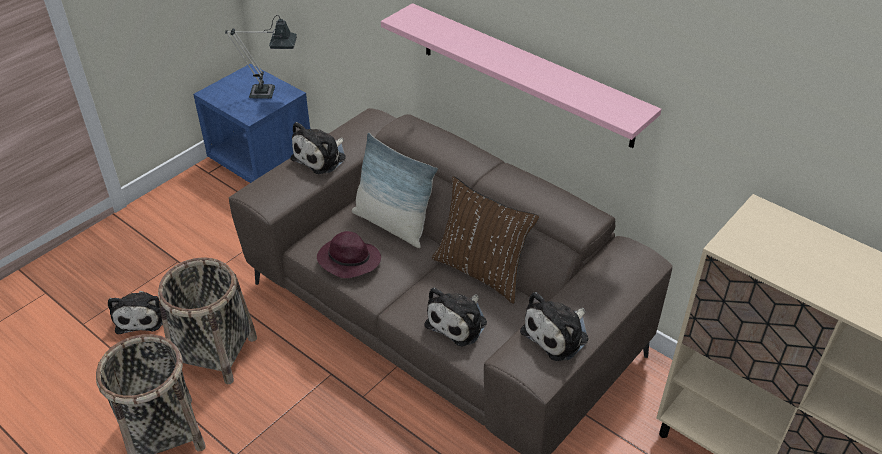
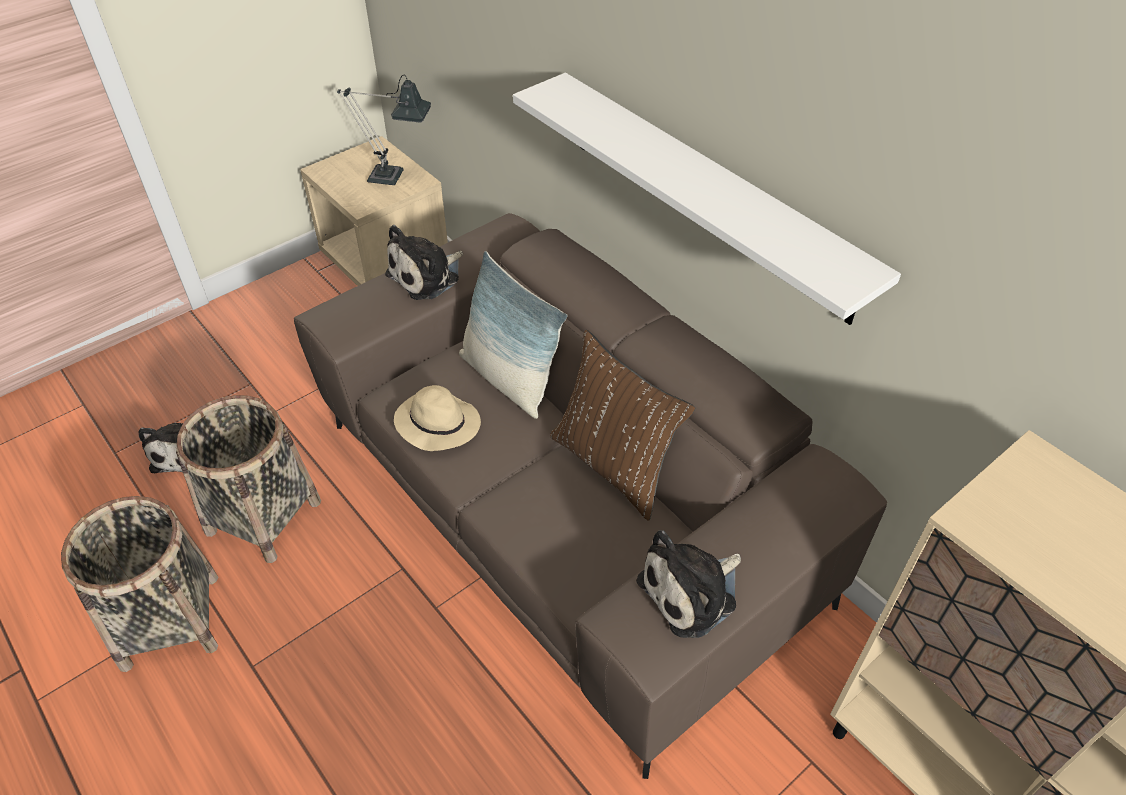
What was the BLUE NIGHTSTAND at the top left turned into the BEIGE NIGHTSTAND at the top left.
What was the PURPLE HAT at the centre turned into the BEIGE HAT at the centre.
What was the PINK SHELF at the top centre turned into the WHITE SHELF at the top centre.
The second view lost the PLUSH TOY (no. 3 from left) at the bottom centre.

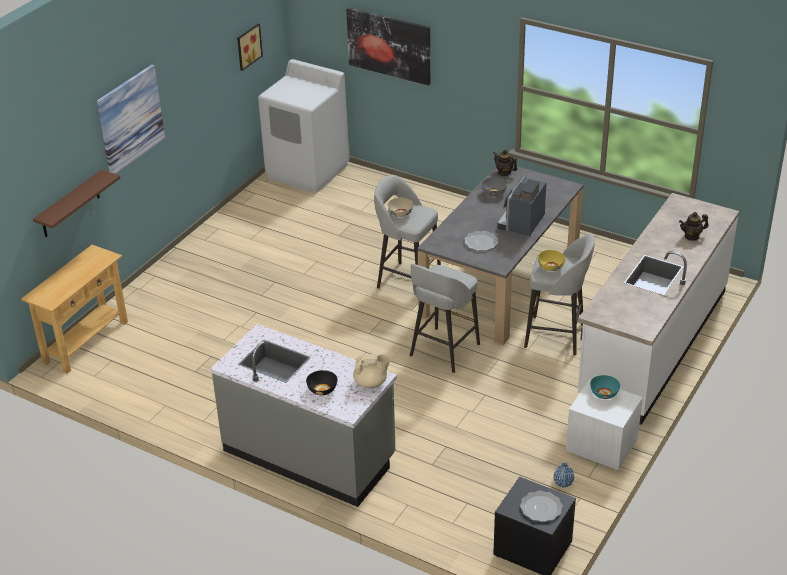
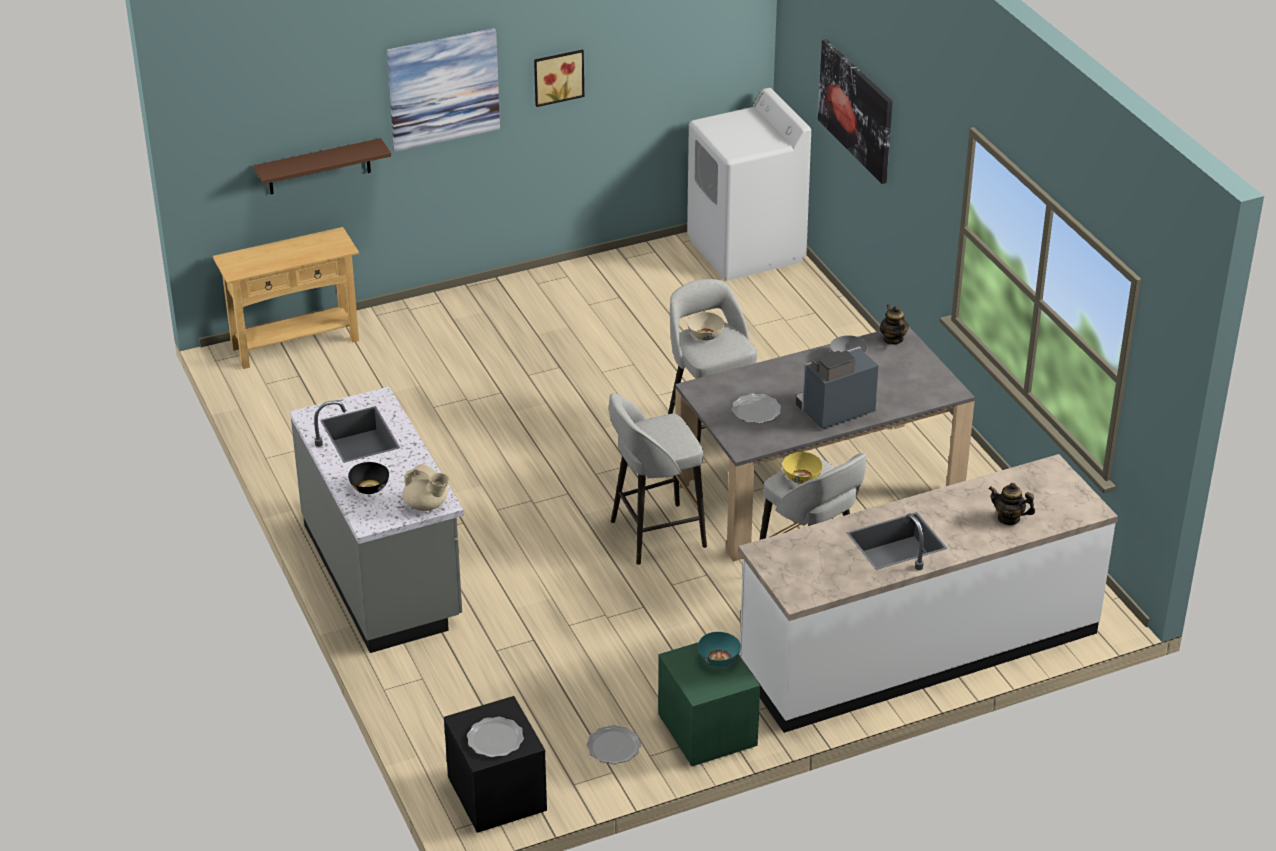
The PICTURE (no. 2 from left) ended up elsewhere, having gone from the top left to the top centre.
Where the BLUE VASE stood at the bottom right, the PLATE (no. 2 from left) came to stand at the bottom centre.
What was the WHITE NIGHTSTAND at the bottom right turned into the GREEN NIGHTSTAND at the bottom centre.

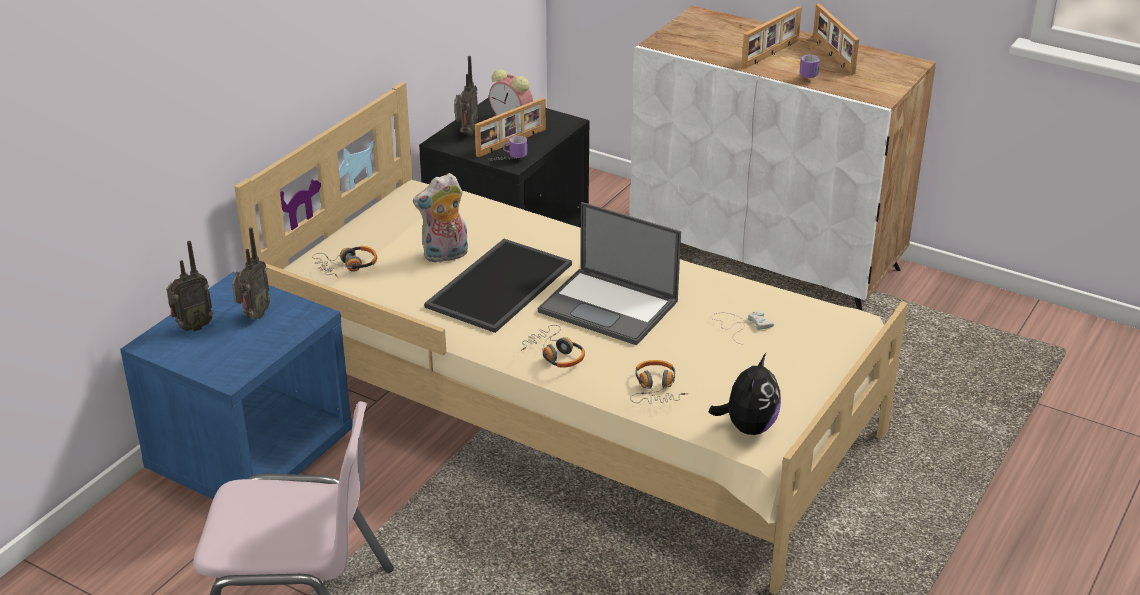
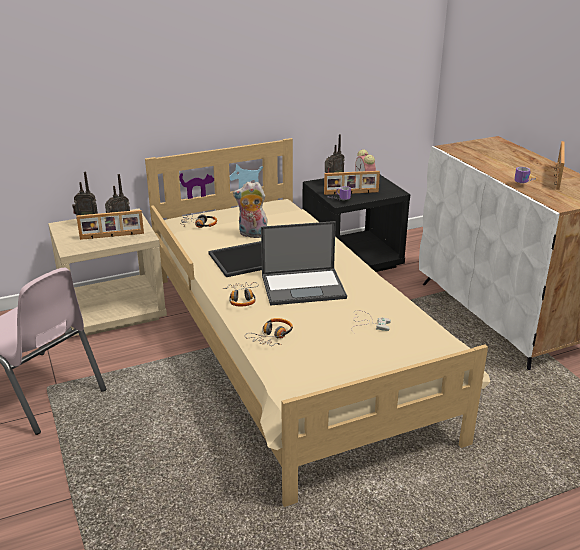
What was the BLUE NIGHTSTAND at the middle left turned into the BEIGE NIGHTSTAND at the middle left.
The PICTURE FRAME (no. 2 from left in the first image) ended up elsewhere, having gone from the top right to the middle left.
The LAPTOP at the centre ended up facing another way, 75 degrees counterclockwise from before.
The second view lost the PLUSH TOY (no. 2 from left) at the centre.

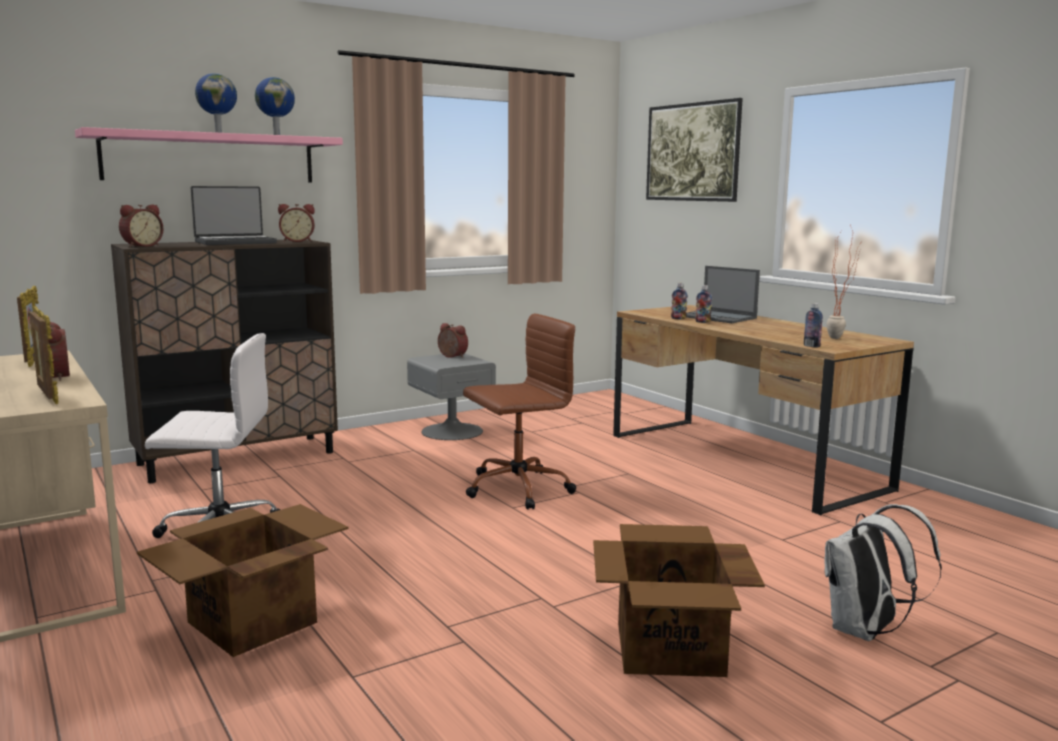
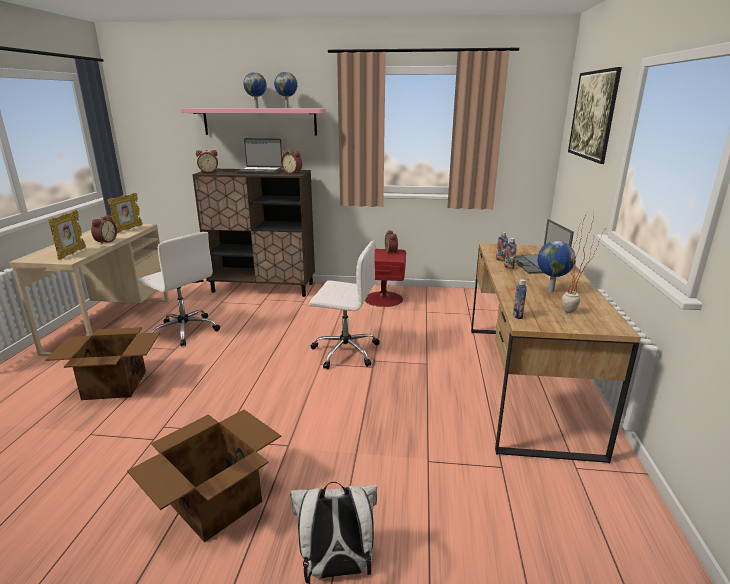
What was the BROWN OFFICE CHAIR at the centre turned into the WHITE OFFICE CHAIR (no. 2 from left) at the centre.
What was the GREY NIGHTSTAND at the centre turned into the RED NIGHTSTAND at the centre.
The second view gained the GLOBE (no. 3 from left) at the middle right.

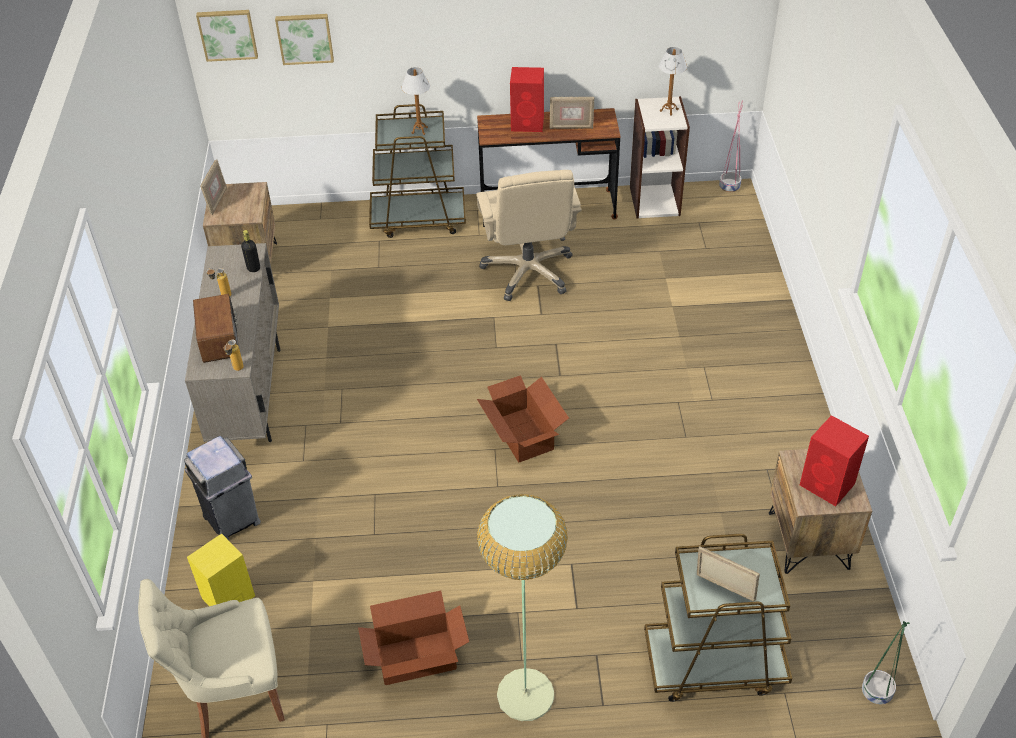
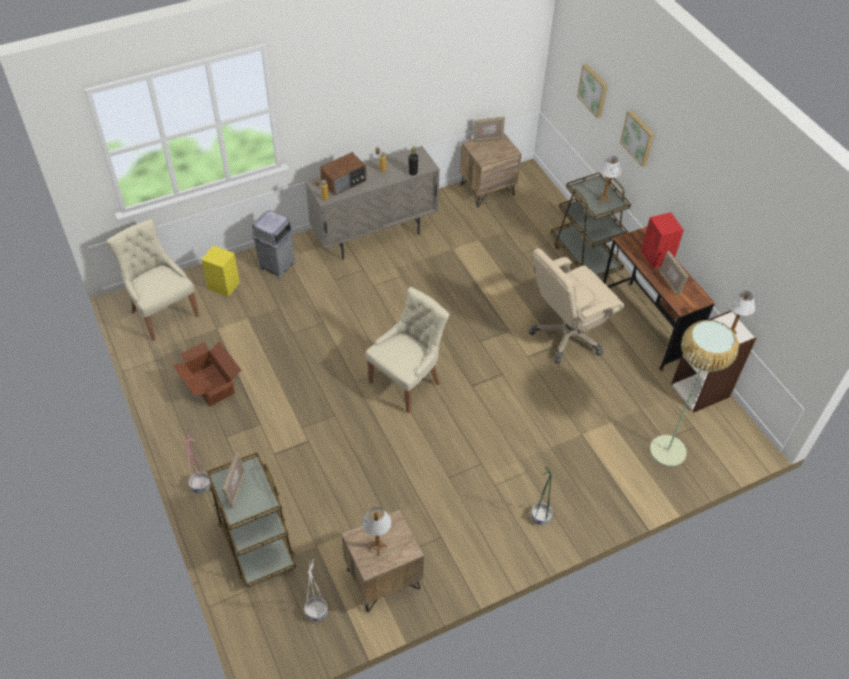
The PINK PLANTER ended up elsewhere, having gone from the top right to the bottom left.
The second view gained the WHITE PLANTER at the bottom centre.
Where the RED SPEAKER (no. 2 from left) stood at the middle right, the TABLE LAMP (no. 1 from left) came to stand at the bottom centre.
Where the CARDBOARD BOX (no. 2 from left) stood at the centre, the BEIGE CHAIR (no. 2 from left) came to stand at the centre.
The GREEN PLANTER ended up elsewhere, having gone from the bottom right to the bottom centre.
The PICTURE (no. 1 from left in the first image) ended up elsewhere, having gone from the top left to the top right.
The FLOOR LAMP ended up elsewhere, having gone from the bottom centre to the middle right.

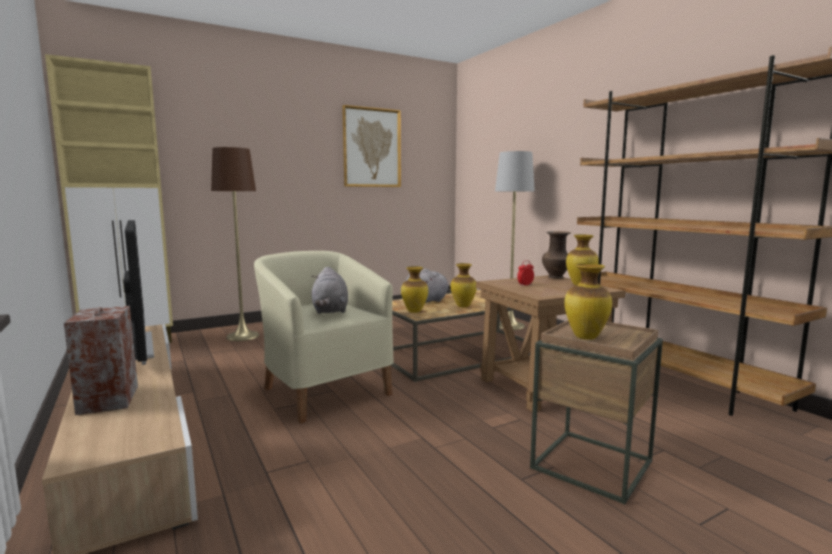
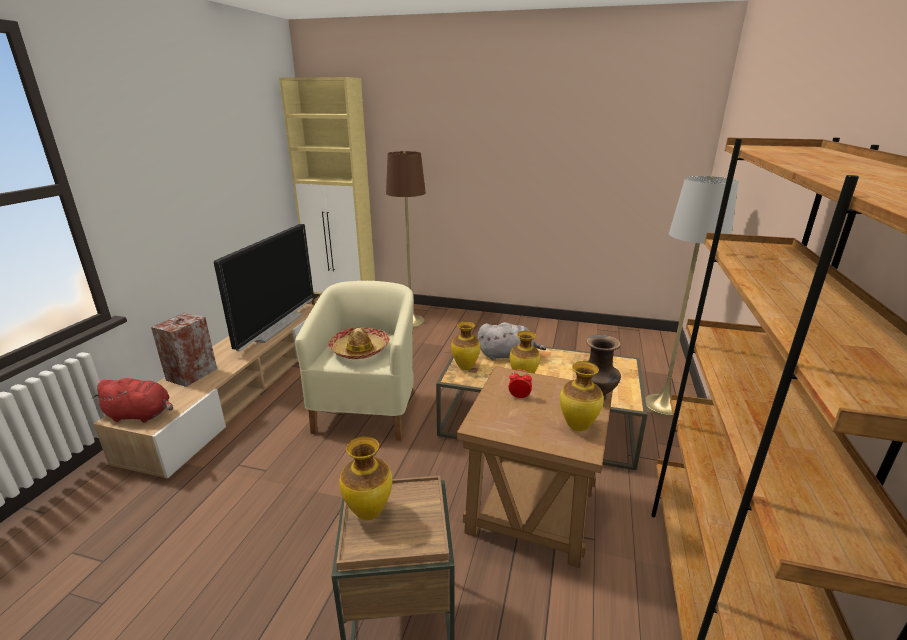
The second view gained the RED PLUSH TOY at the middle left.
Where the GREY PLUSH TOY (no. 1 from left) stood at the centre, the HAT came to stand at the centre.
The second view lost the PICTURE at the top centre.

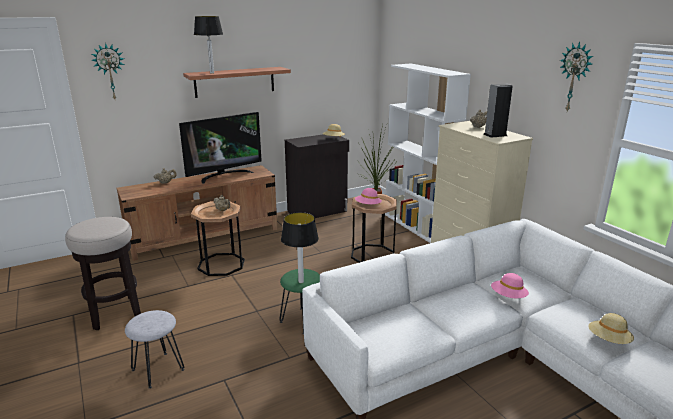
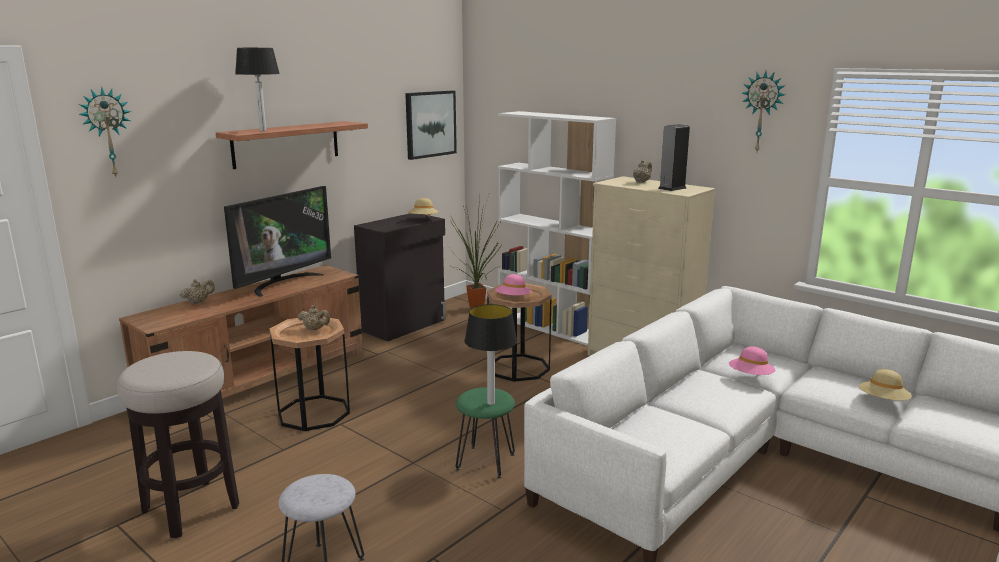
The second view gained the PICTURE at the top centre.

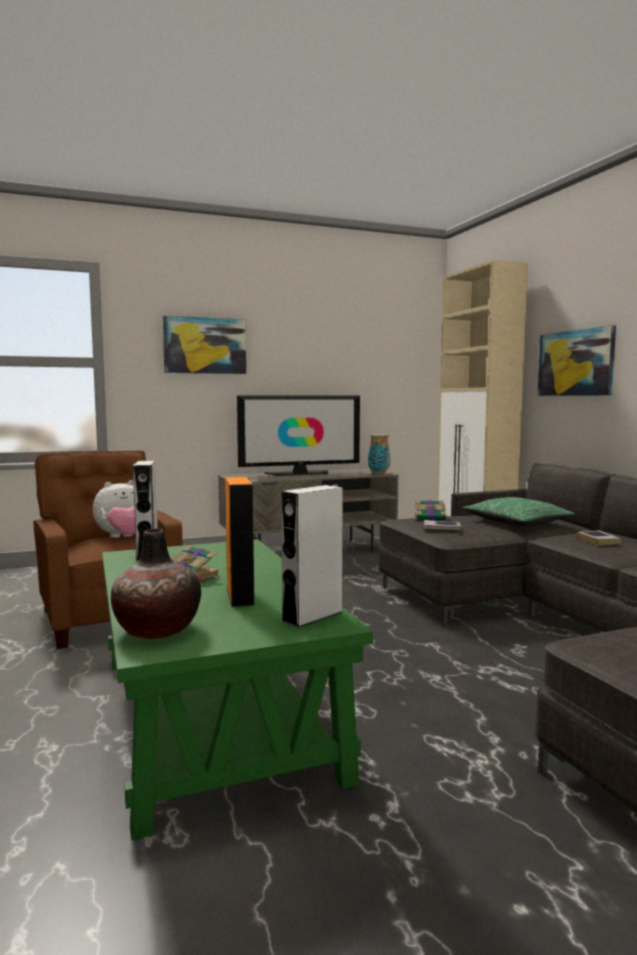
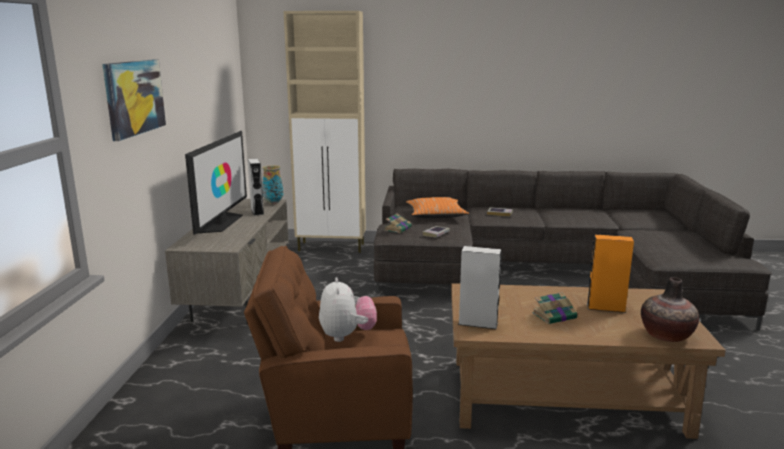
The GREY SPEAKER (no. 2 from left in the first image) ended up elsewhere, having gone from the centre to the middle left.
What was the GREEN PILLOW at the middle right turned into the ORANGE PILLOW at the centre.
What was the GREEN COFFEE TABLE at the bottom centre turned into the BROWN COFFEE TABLE at the bottom right.
The second view lost the PICTURE (no. 2 from left) at the middle right.

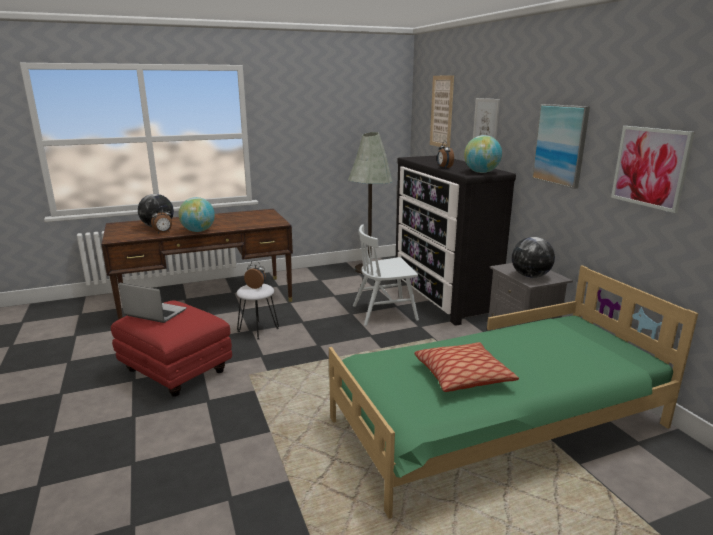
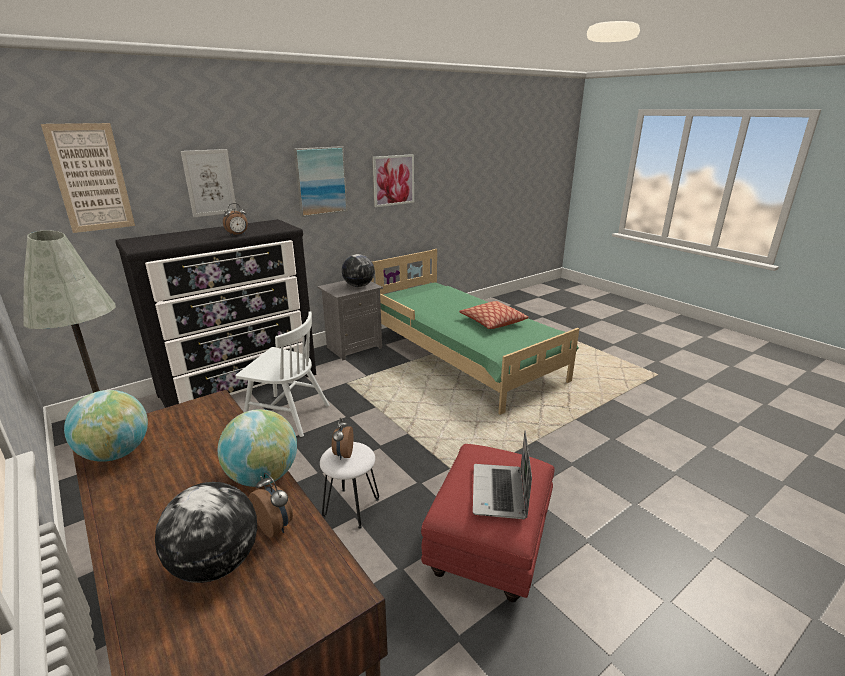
The GLOBE (no. 3 from left in the first image) ended up elsewhere, having gone from the top right to the middle left.
The WHITE CHAIR at the centre ended up facing another way, 45 degrees counterclockwise from before.

